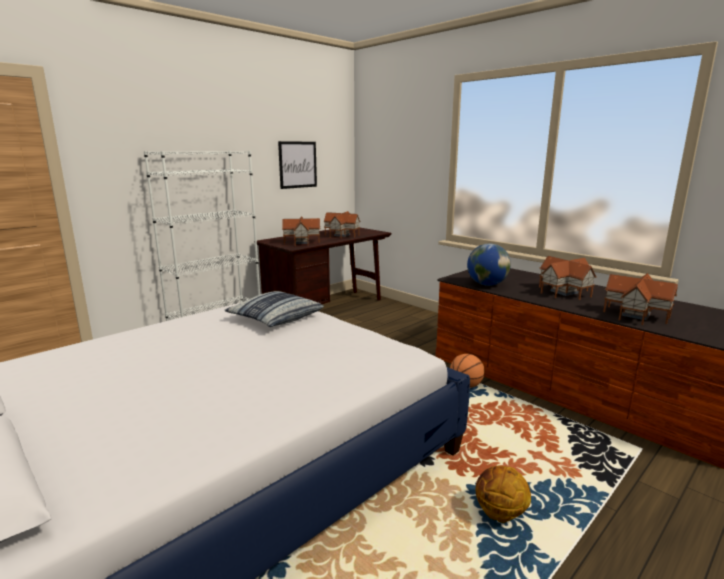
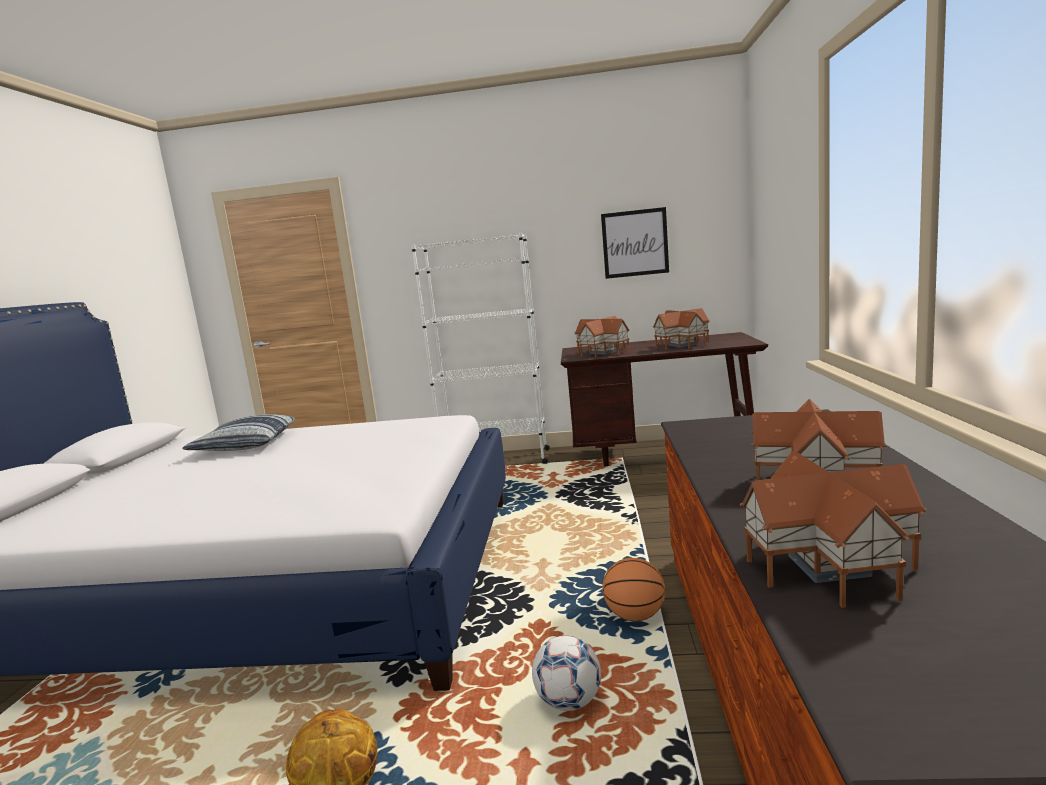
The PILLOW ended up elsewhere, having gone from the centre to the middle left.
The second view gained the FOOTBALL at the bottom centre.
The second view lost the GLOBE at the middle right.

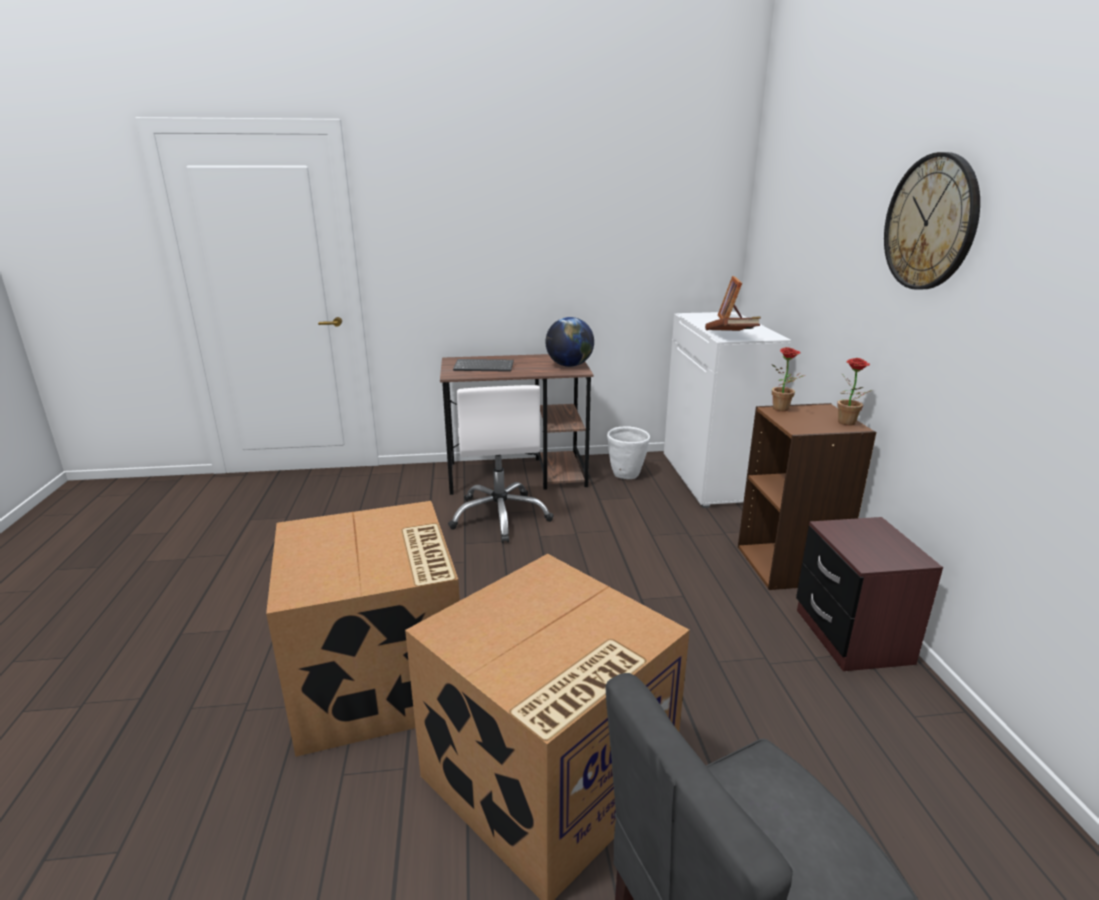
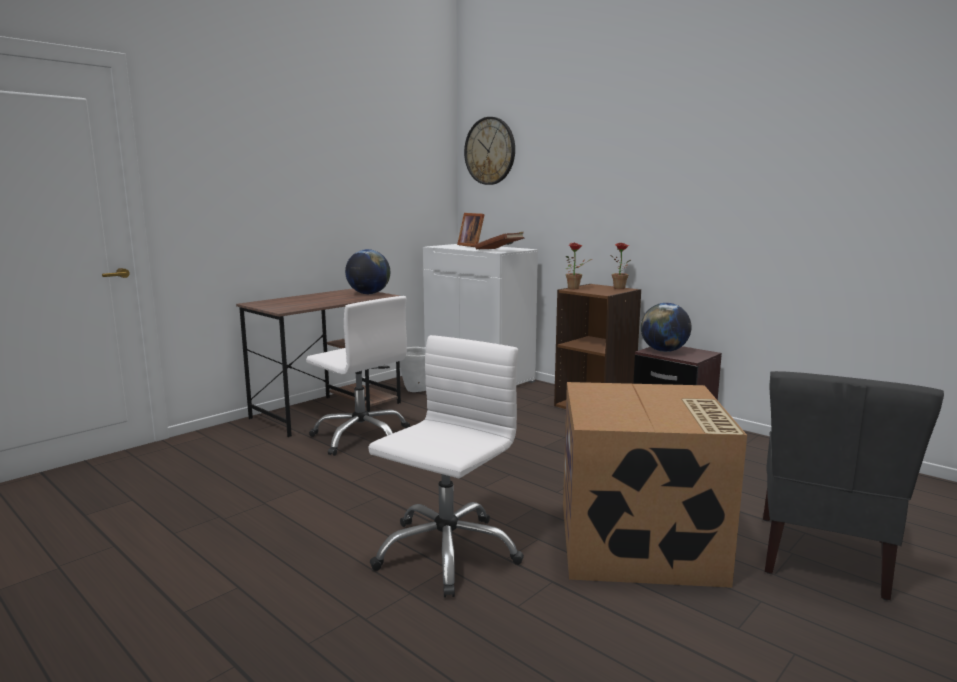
Where the CARDBOARD BOX (no. 1 from left) stood at the bottom left, the WHITE OFFICE CHAIR (no. 2 from left) came to stand at the bottom centre.
The WALL CLOCK ended up elsewhere, having gone from the top right to the top centre.
The second view gained the GLOBE (no. 2 from left) at the middle right.
The second view lost the KEYBOARD at the centre.

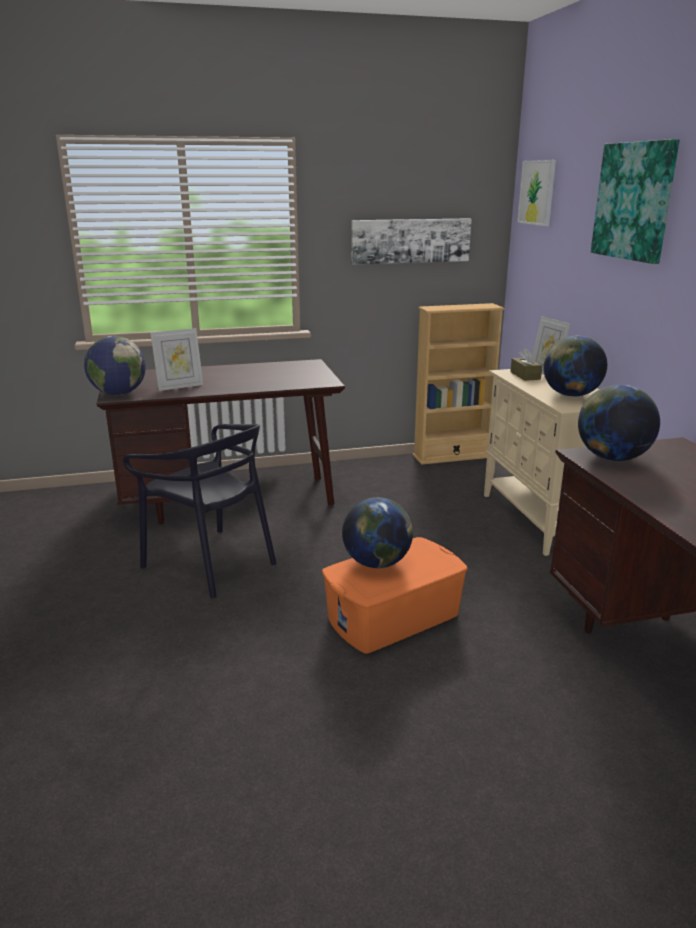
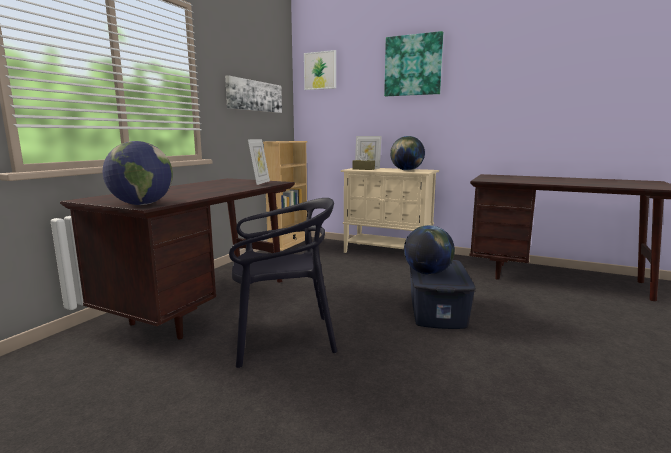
The PICTURE FRAME (no. 1 from left) ended up elsewhere, having gone from the middle left to the centre.
What was the ORANGE STORAGE BOX at the centre turned into the BLUE STORAGE BOX at the centre.
The second view lost the GLOBE (no. 4 from left) at the middle right.

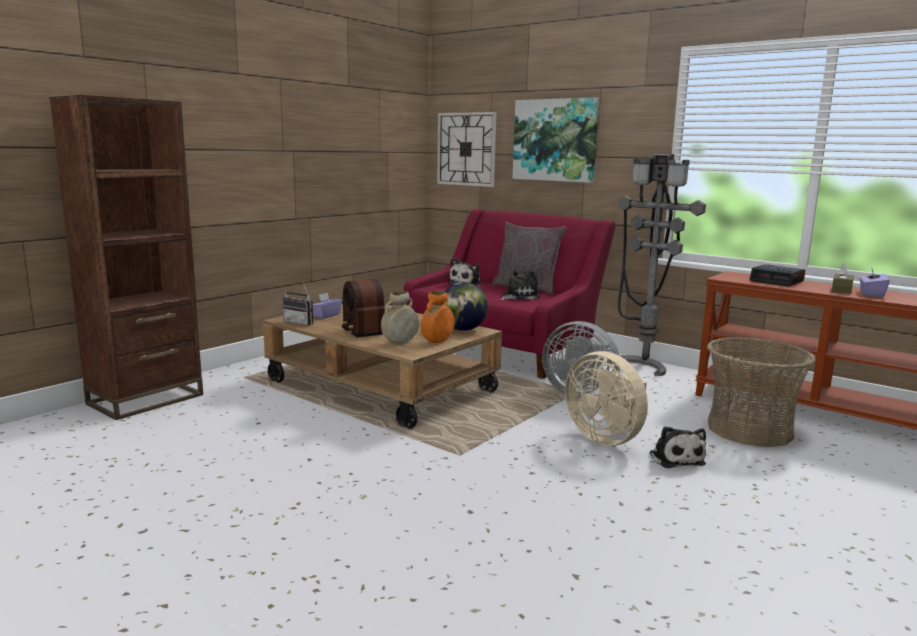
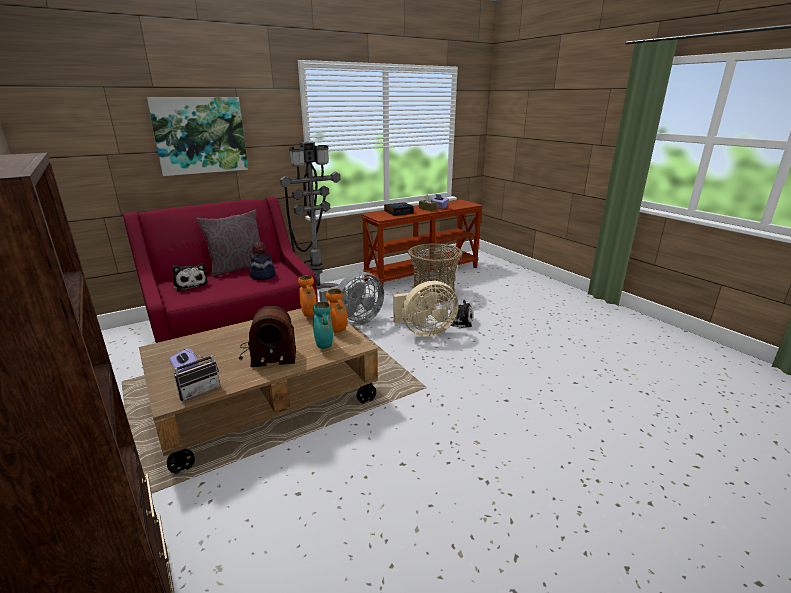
Where the PLUSH TOY (no. 2 from left) stood at the centre, the HAT came to stand at the middle left.
Where the GLOBE stood at the centre, the ORANGE VASE (no. 1 from left) came to stand at the centre.
What was the BEIGE VASE at the centre turned into the TURQUOISE VASE at the centre.
The second view lost the WALL CLOCK at the top centre.

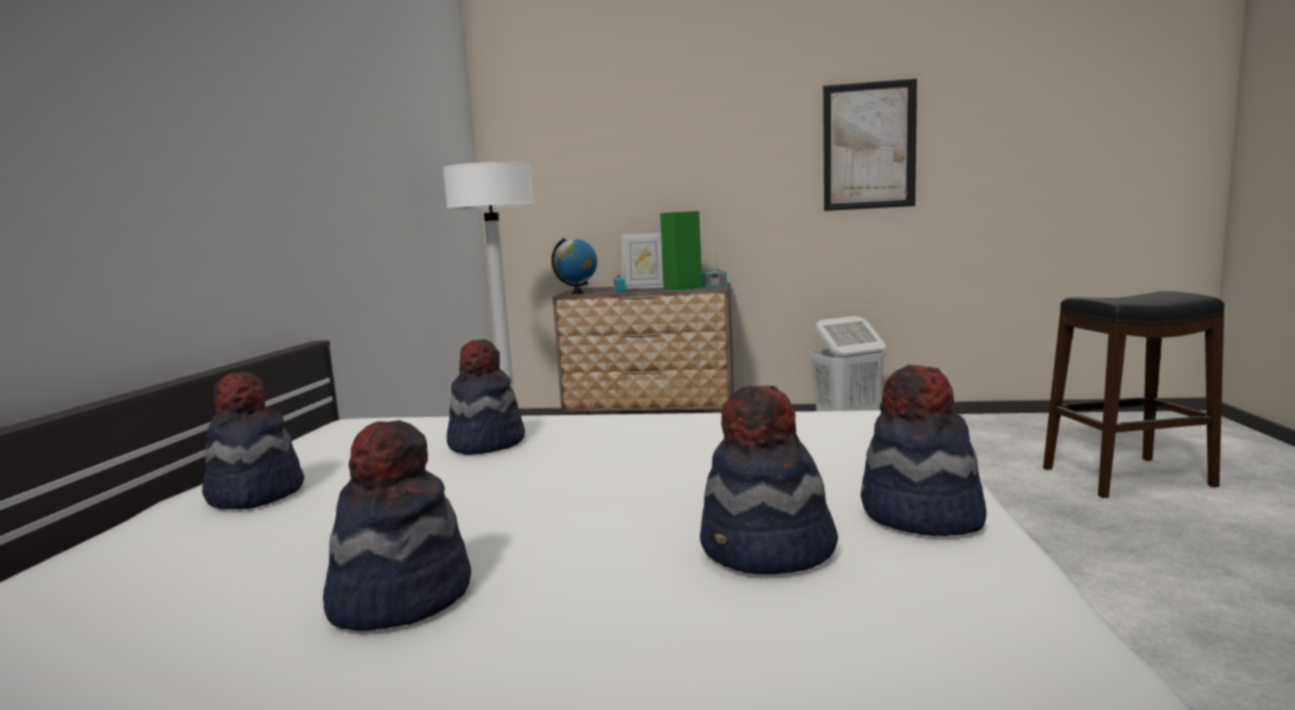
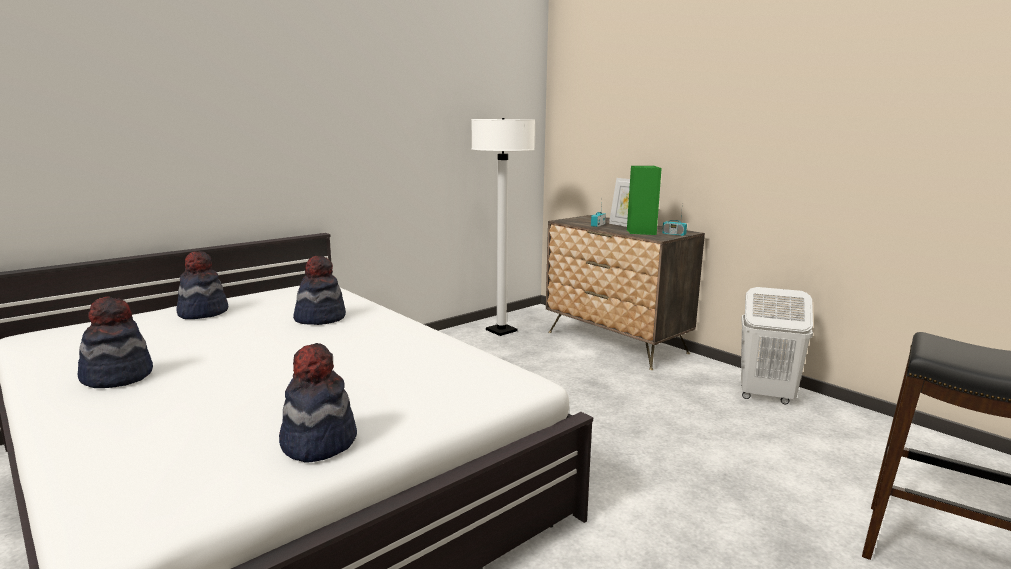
The second view lost the GLOBE at the centre.
The second view lost the HAT (no. 4 from left) at the bottom centre.
The second view lost the PICTURE at the top right.

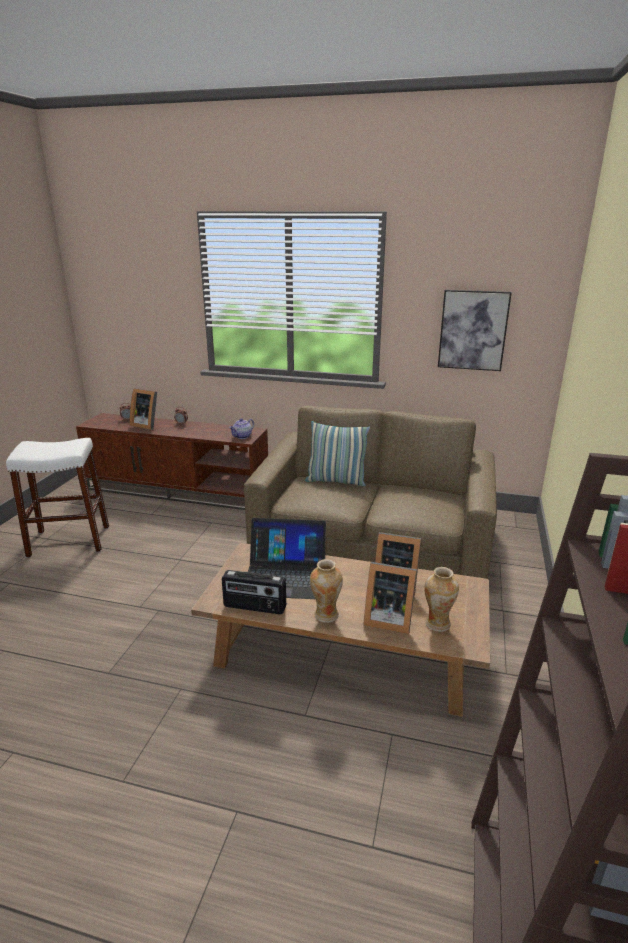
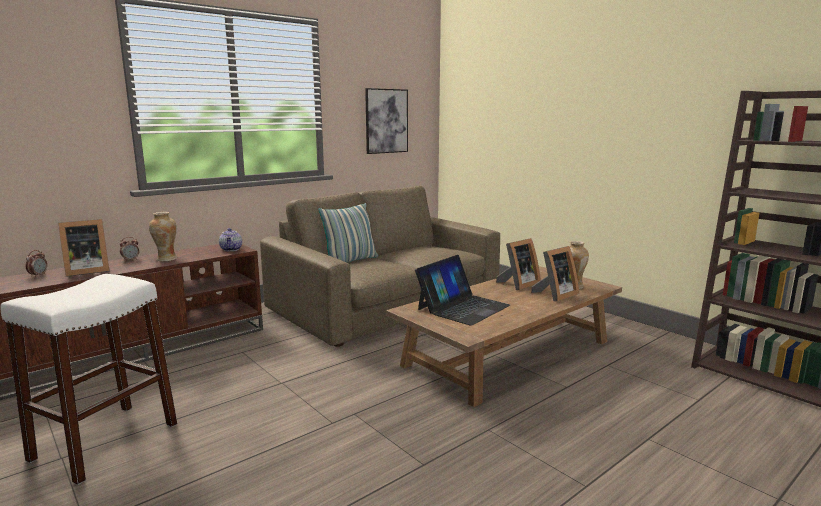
The VASE (no. 1 from left) ended up elsewhere, having gone from the centre to the middle left.
The second view lost the RADIO at the centre.

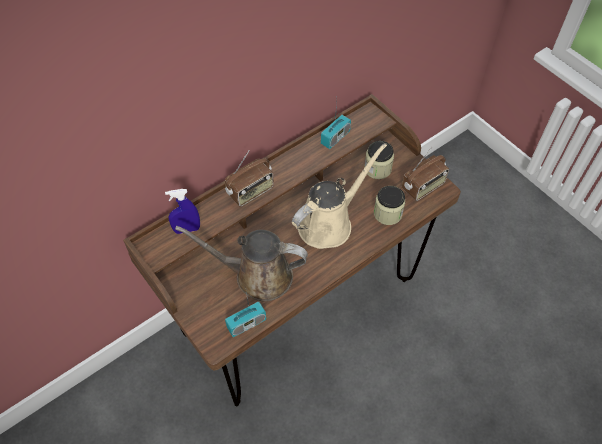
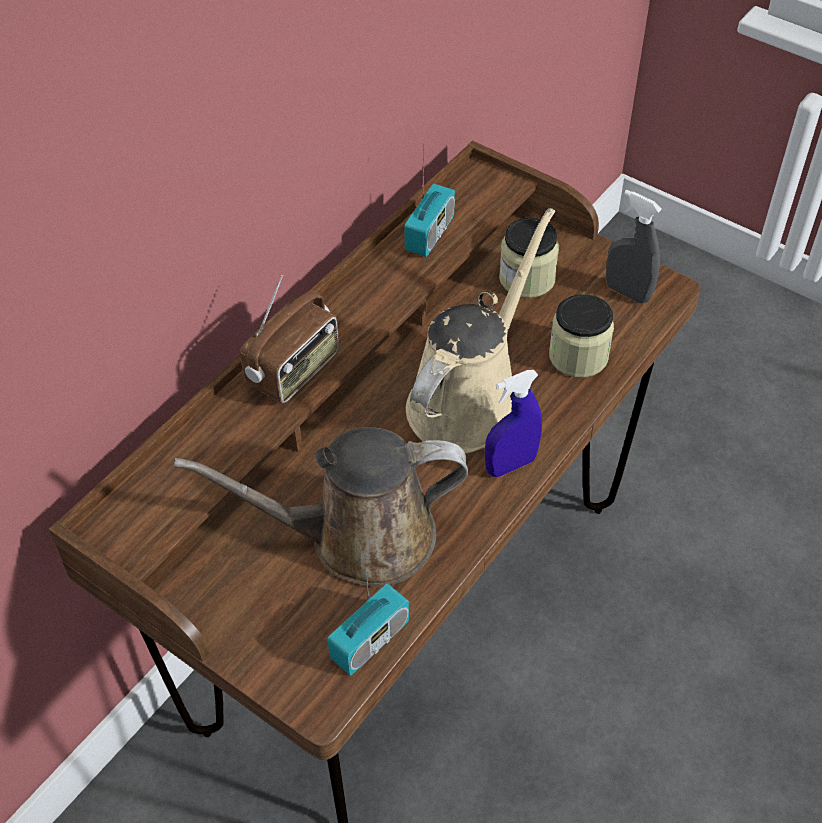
The BLUE SPRAY BOTTLE ended up elsewhere, having gone from the middle left to the centre.
Where the RADIO (no. 4 from left) stood at the middle right, the GREY SPRAY BOTTLE came to stand at the top right.

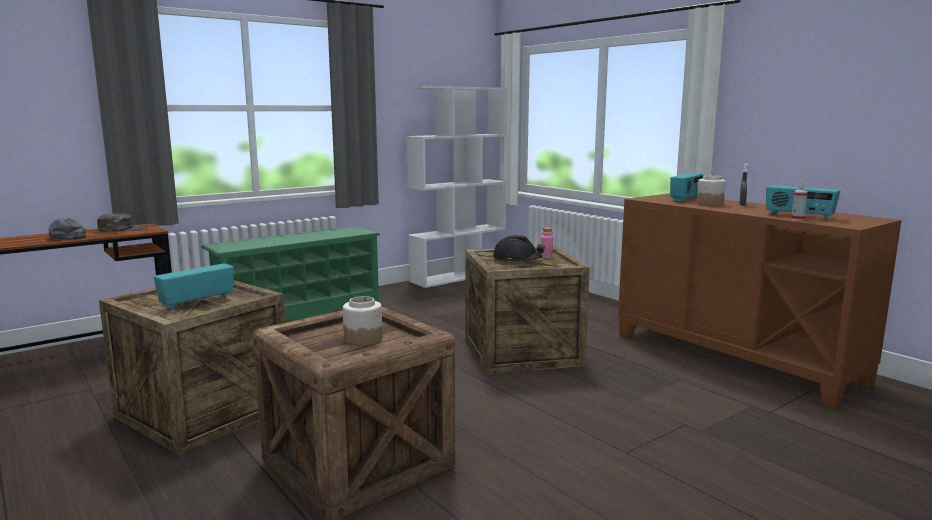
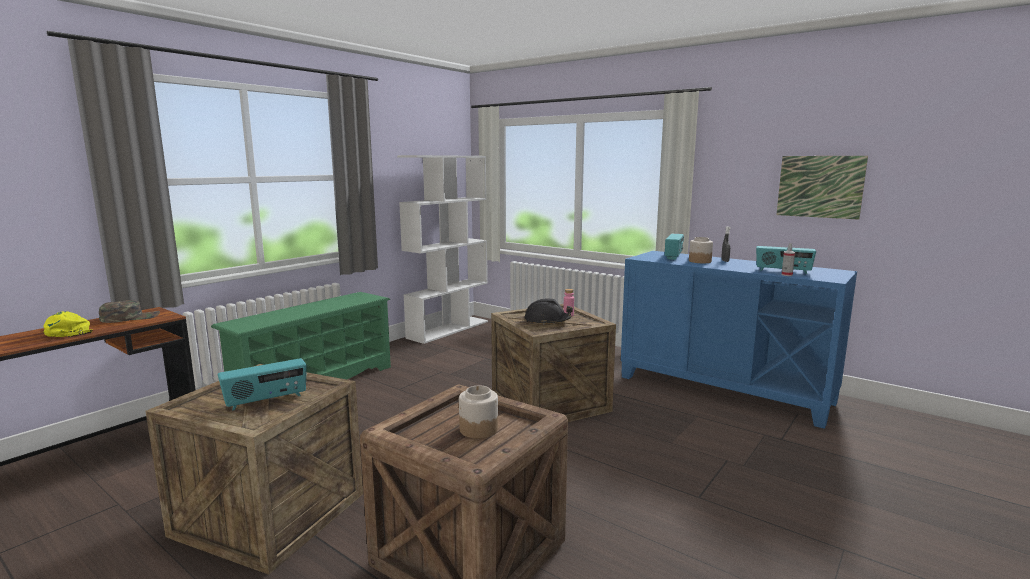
What was the GREY CAP at the middle left turned into the YELLOW CAP at the middle left.
The RADIO (no. 1 from left) at the middle left ended up facing another way, 150 degrees counterclockwise from before.
What was the BROWN CABINET at the middle right turned into the BLUE CABINET at the middle right.
The second view gained the PICTURE at the top right.

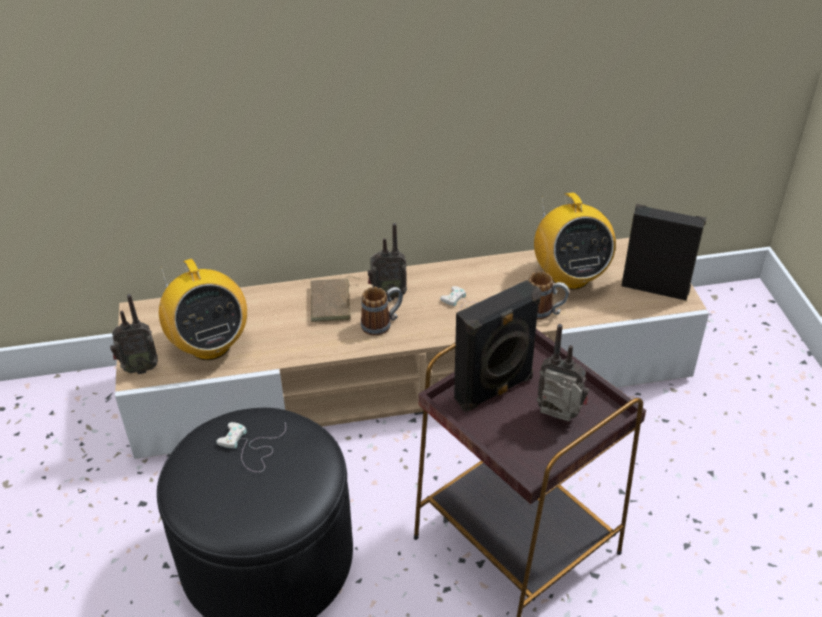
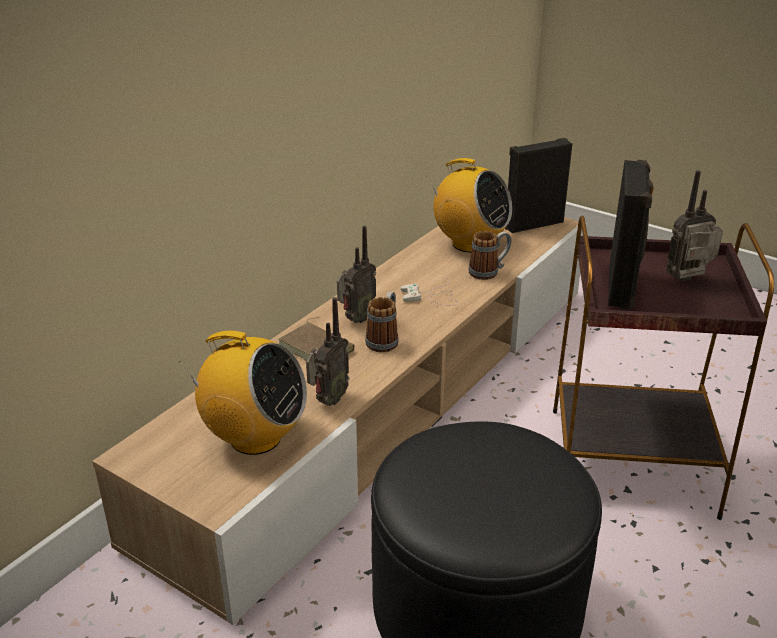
The RADIO (no. 1 from left in the first image) ended up elsewhere, having gone from the middle left to the centre.
The second view lost the WHITE GAME CONTROLLER (no. 1 from left) at the bottom left.

